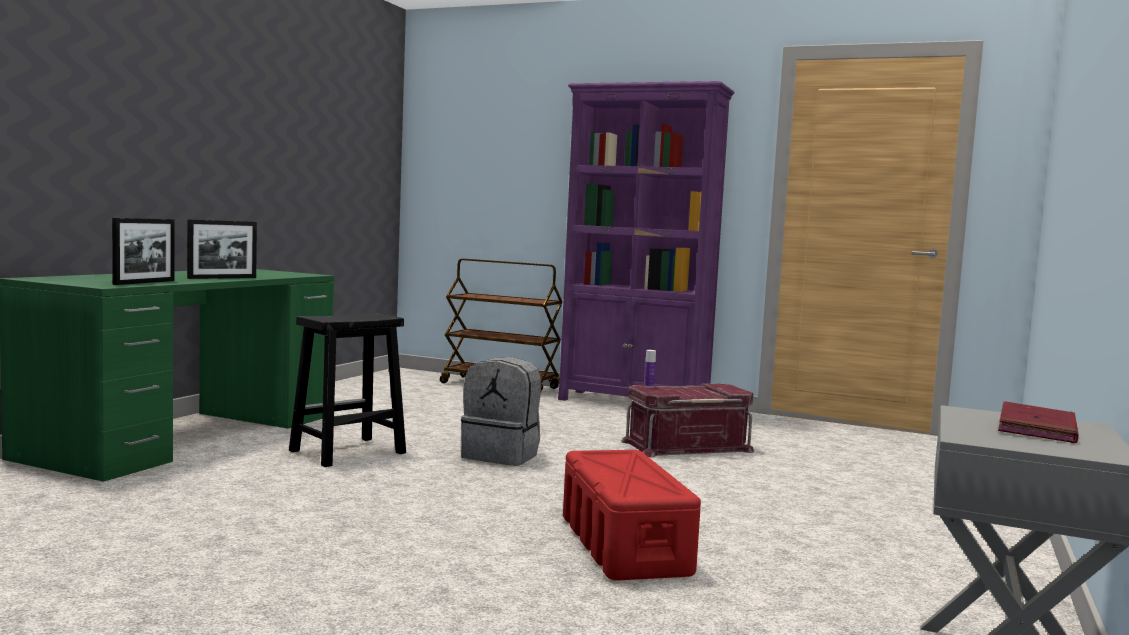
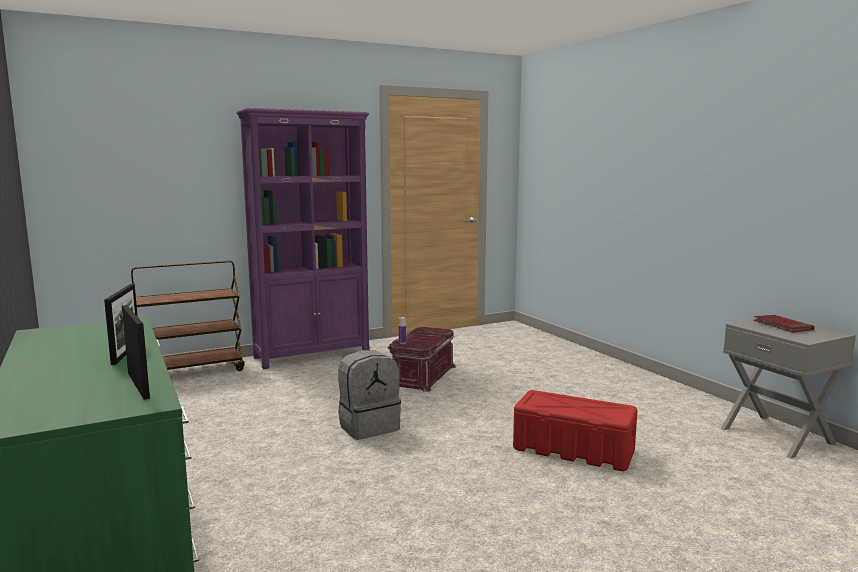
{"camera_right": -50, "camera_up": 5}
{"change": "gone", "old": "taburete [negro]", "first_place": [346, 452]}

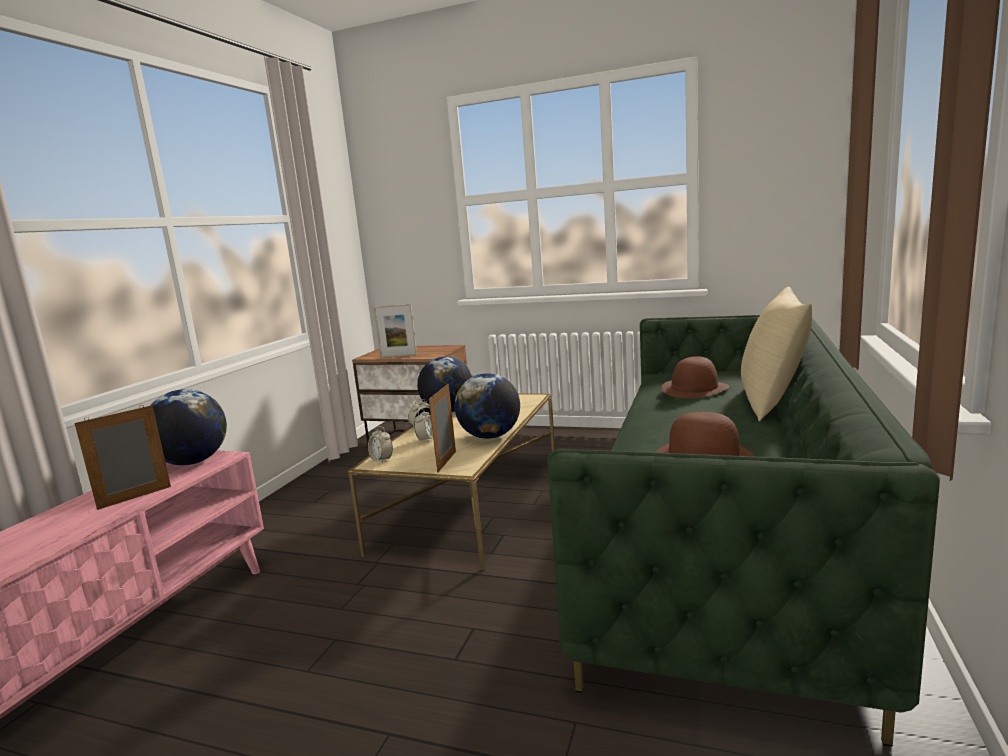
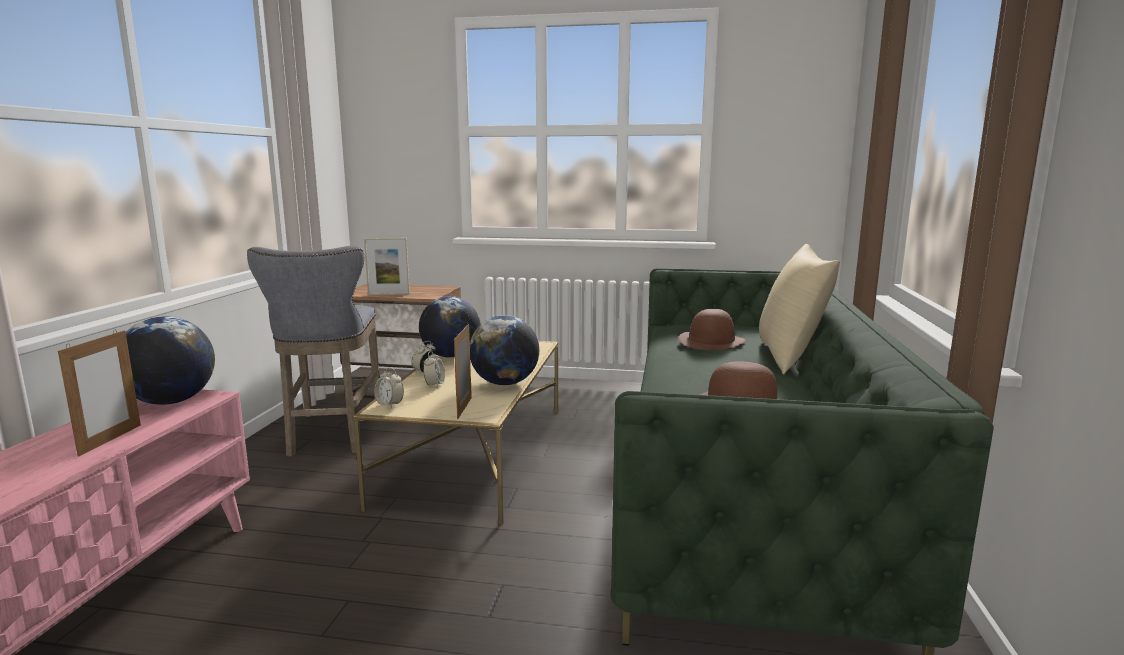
{"camera_right": -10, "camera_up": 0}
{"change": "rotated", "old": "portarretratos", "first_place": [135, 497], "second_place": [110, 440], "degrees": 150}
{"change": "new", "new": "taburete [gris]", "second_place": [332, 435]}

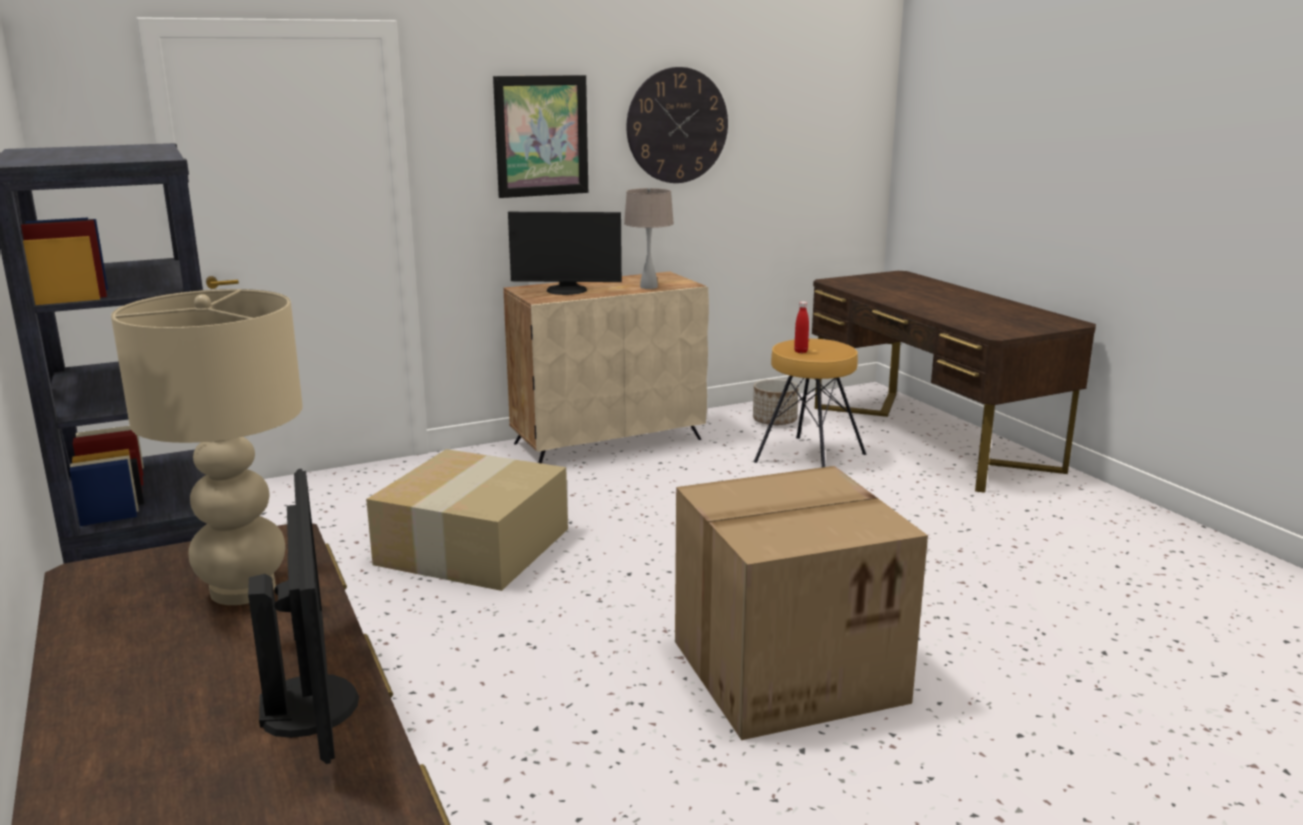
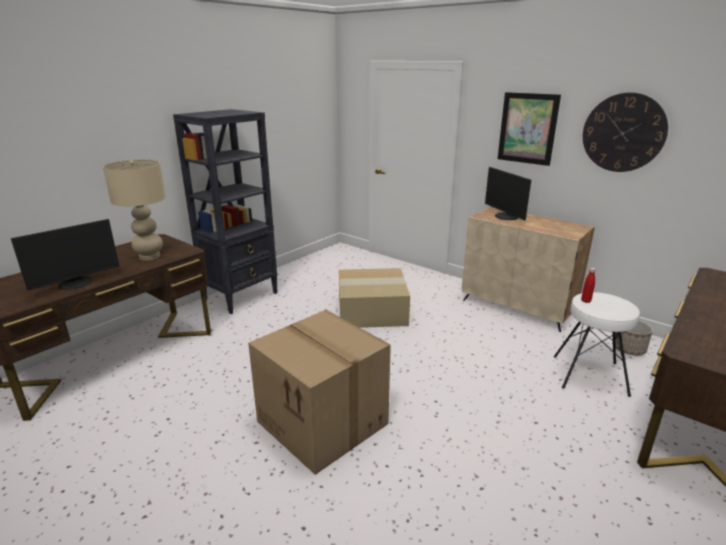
{"camera_right": 65, "camera_up": 5}
{"change": "gone", "old": "lámpara de mesa [beis]", "first_place": [649, 287]}
{"change": "repainted", "old": "taburete [marrón]", "new": "taburete [blanco]", "first_place": [809, 457], "second_place": [589, 374]}

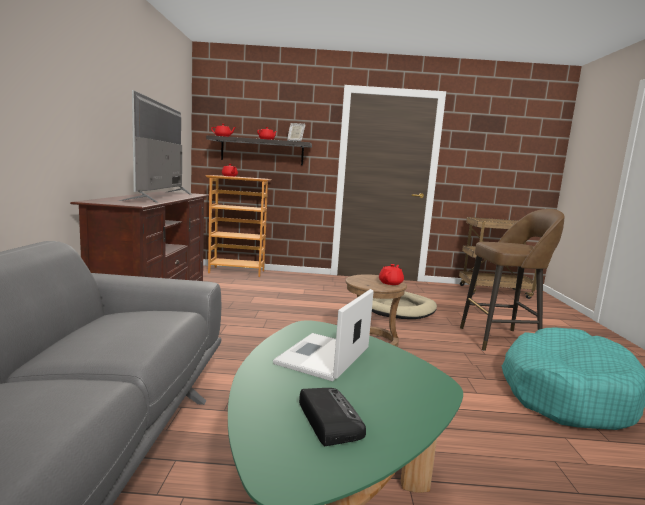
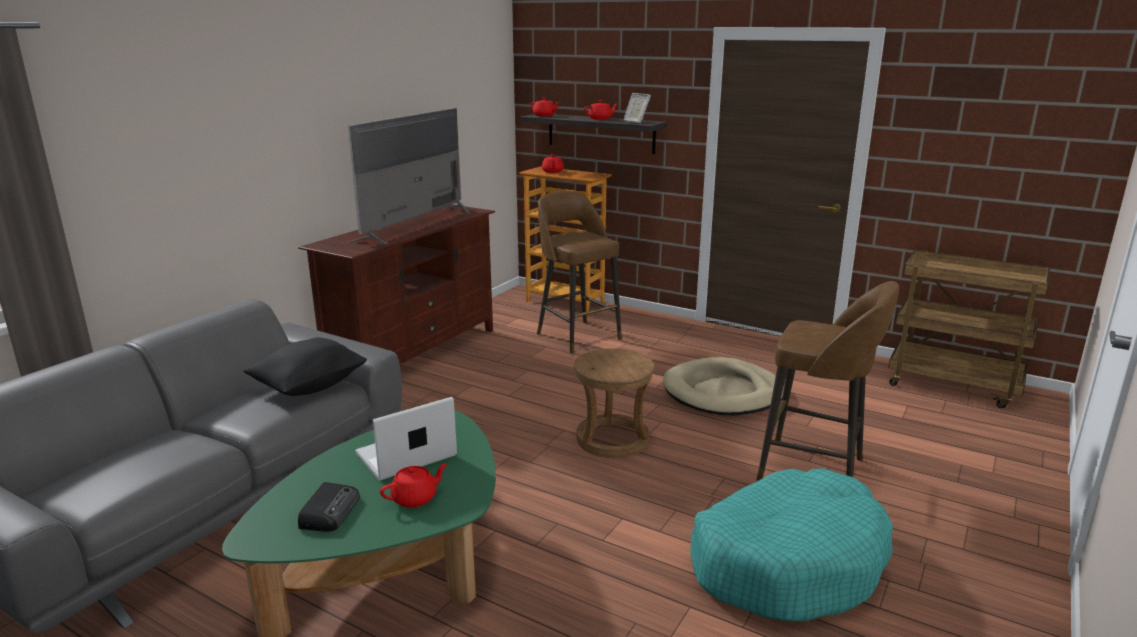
{"camera_right": 30, "camera_up": 10}
{"change": "shifted", "old": "tetera [rojo]", "first_place": [391, 283], "second_place": [415, 498]}
{"change": "new", "new": "taburete [marrón]", "second_place": [577, 336]}
{"change": "new", "new": "cojín [negro]", "second_place": [310, 387]}

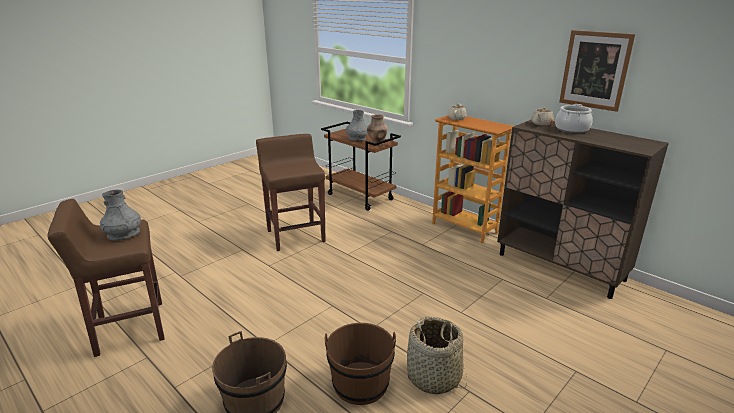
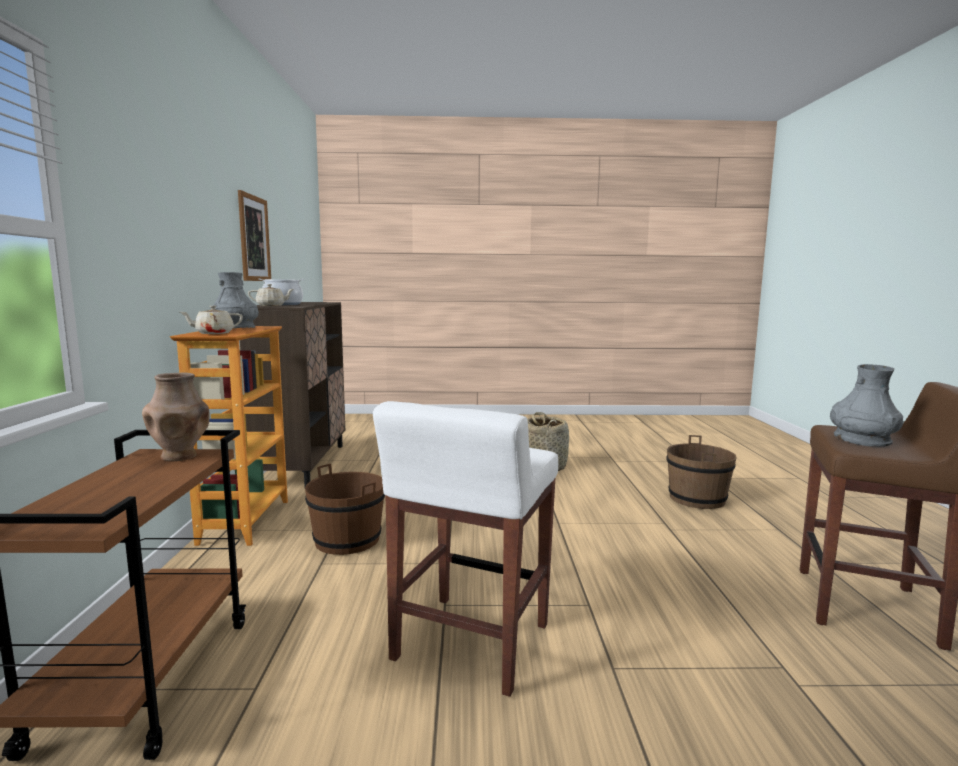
{"camera_right": -135, "camera_up": -15}
{"change": "shifted", "old": "florero [gris]", "first_place": [357, 138], "second_place": [236, 329]}
{"change": "repainted", "old": "taburete [marrón]", "new": "taburete [blanco]", "first_place": [295, 235], "second_place": [470, 643]}
{"change": "shifted", "old": "cubo [marrón]", "first_place": [360, 384], "second_place": [347, 540]}

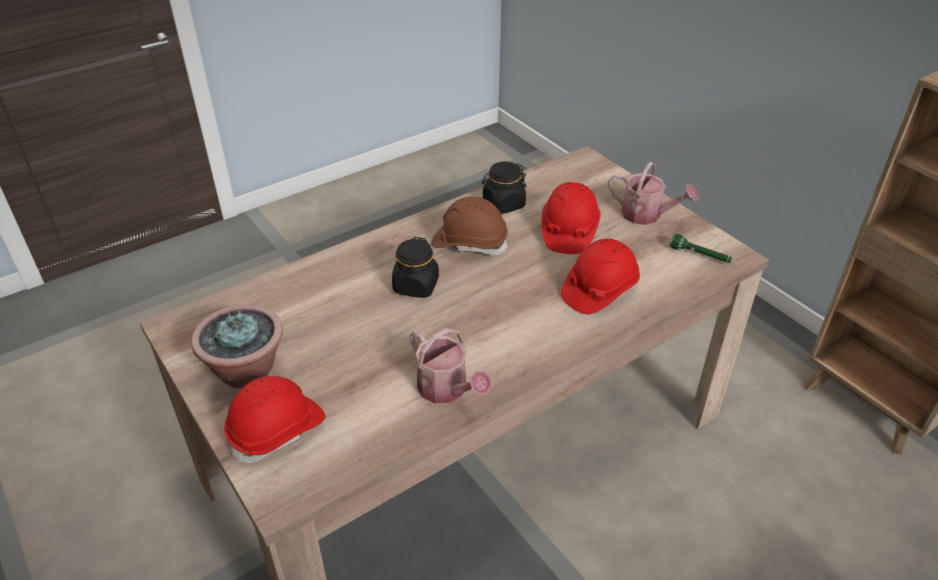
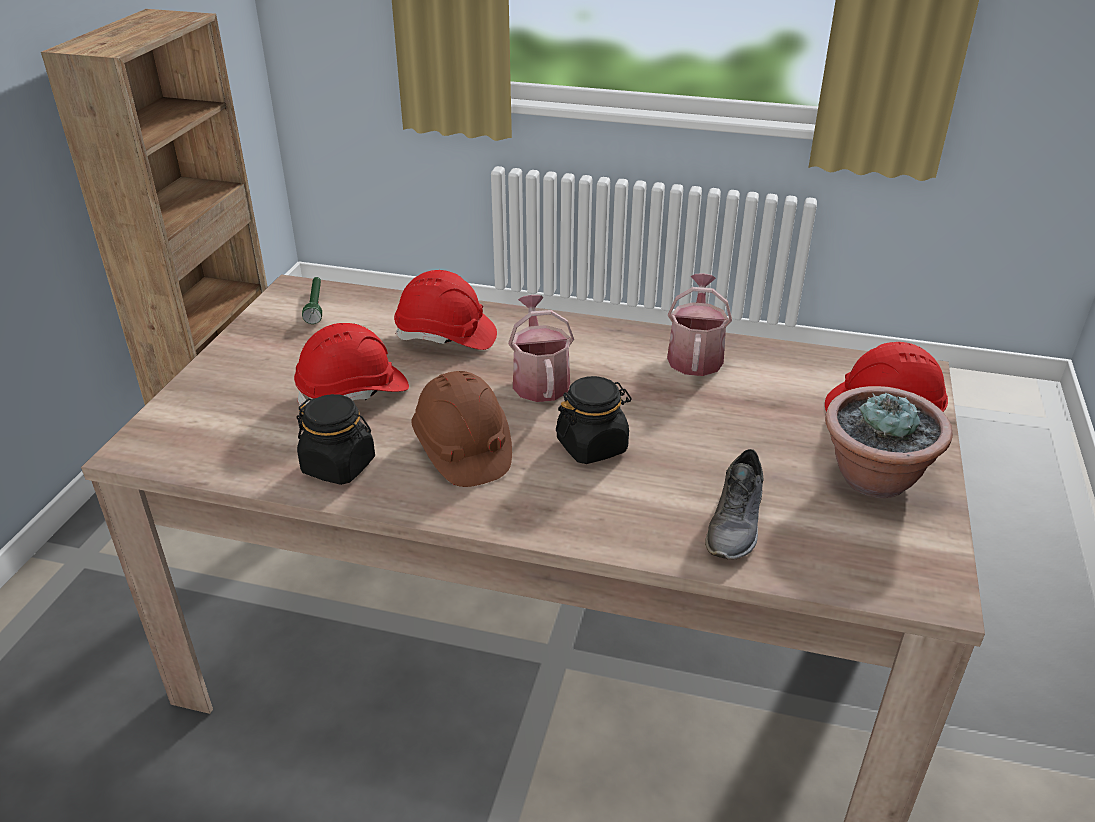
{"camera_right": -130, "camera_up": -5}
{"change": "shifted", "old": "regadera", "first_place": [647, 215], "second_place": [539, 380]}
{"change": "new", "new": "zapato [gris]", "second_place": [736, 523]}

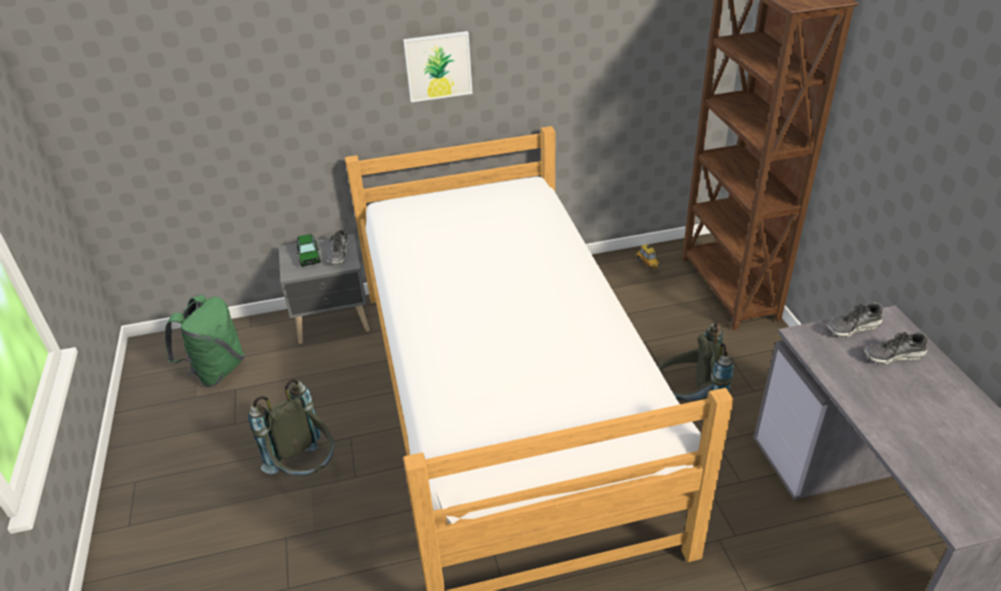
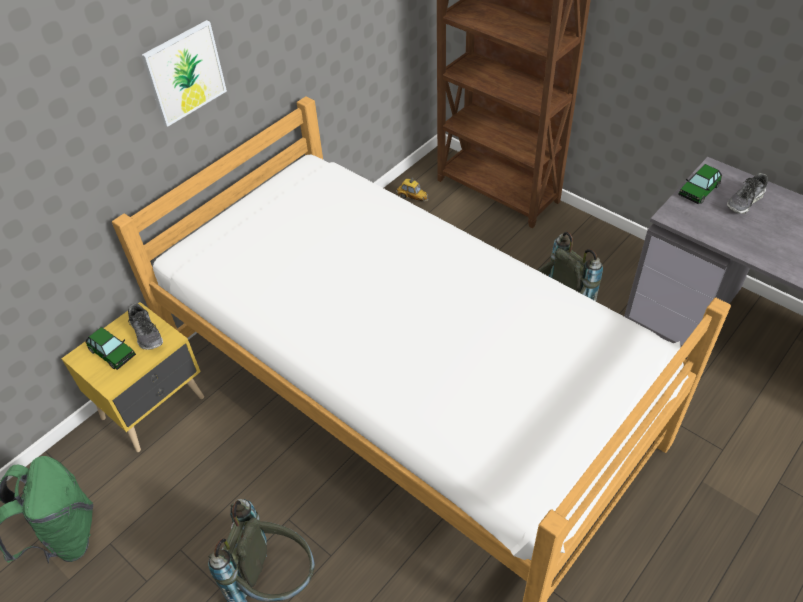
{"camera_right": -35, "camera_up": 10}
{"change": "repainted", "old": "mesita de noche [gris]", "new": "mesita de noche [amarillo]", "first_place": [334, 322], "second_place": [155, 408]}
{"change": "swapped", "old": "zapato", "new": "coche de juguete", "first_place": [853, 327], "second_place": [698, 190]}

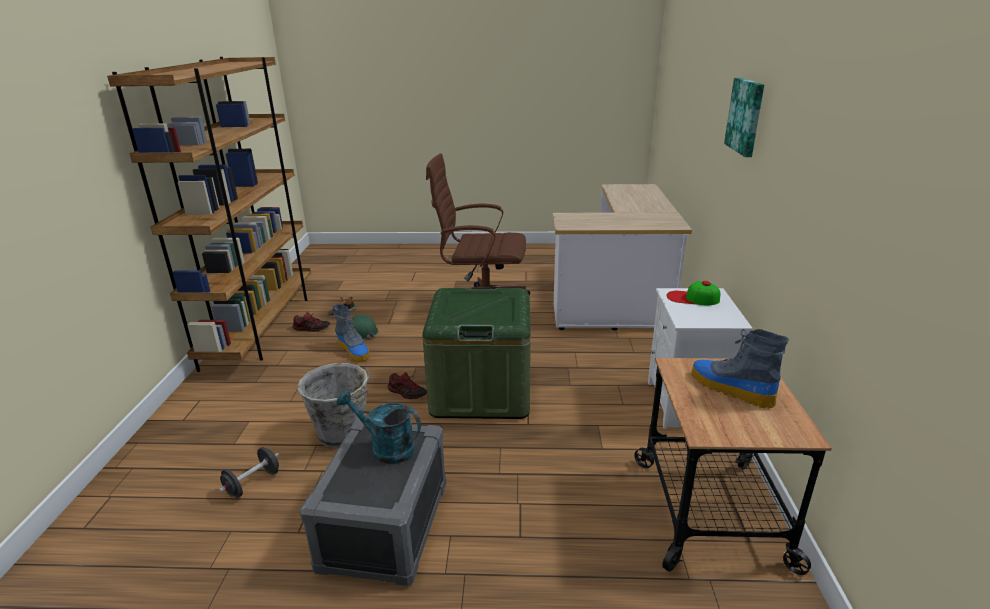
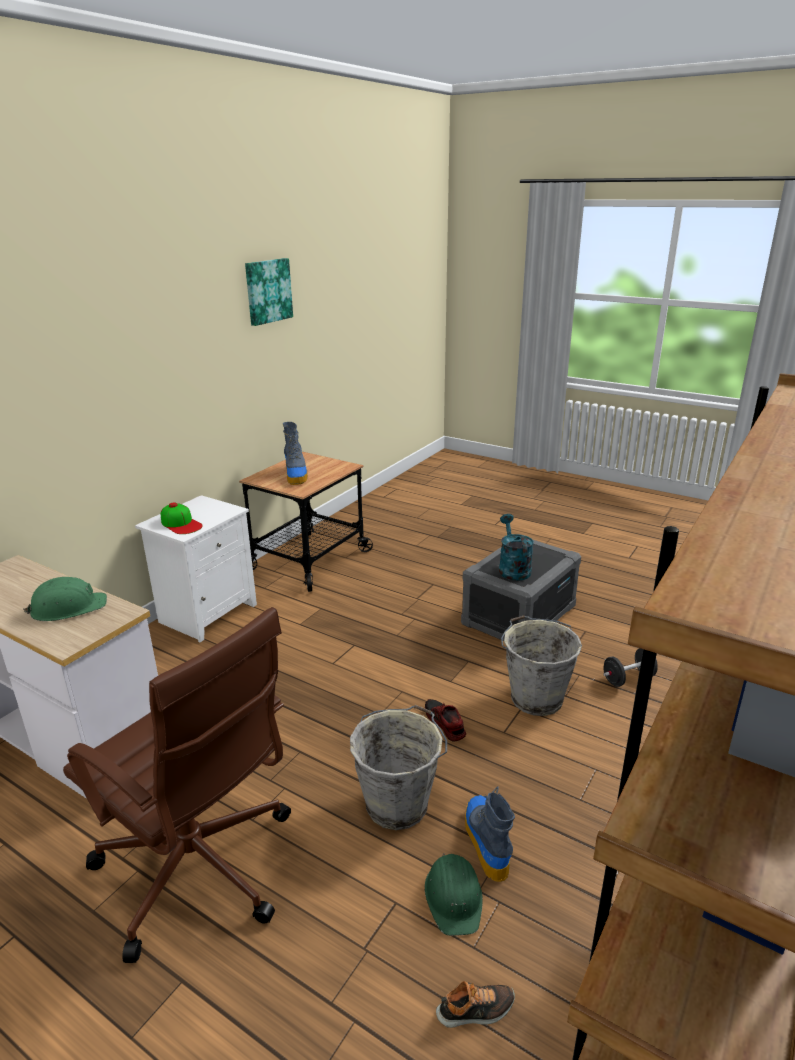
{"camera_right": -150, "camera_up": 0}
{"change": "shifted", "old": "cuadro", "first_place": [746, 116], "second_place": [267, 291]}
{"change": "gone", "old": "caja de almacenaje [verde]", "first_place": [481, 391]}
{"change": "gone", "old": "zapato", "first_place": [312, 328]}
{"change": "rotated", "old": "regadera [turquesa]", "first_place": [386, 448], "second_place": [512, 568], "degrees": -150}
{"change": "new", "new": "casco [verde]", "second_place": [68, 607]}
{"change": "new", "new": "cubo [gris]", "second_place": [398, 803]}

